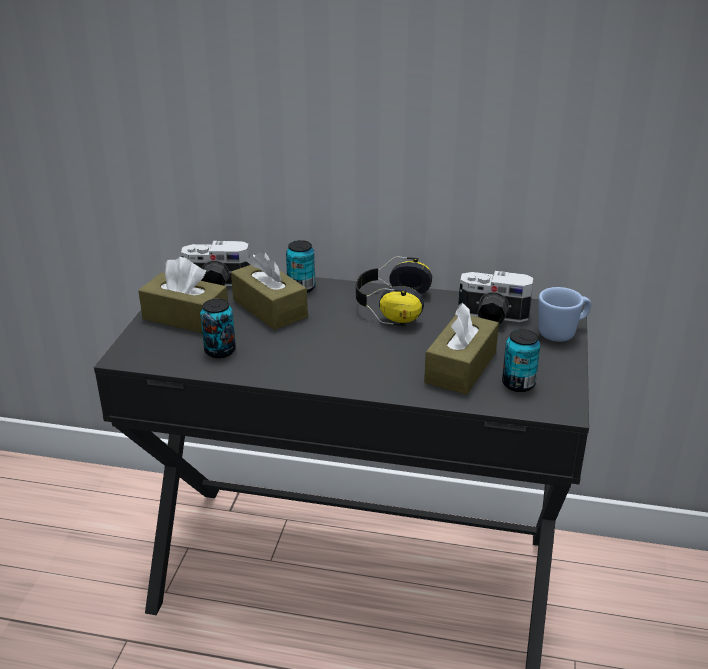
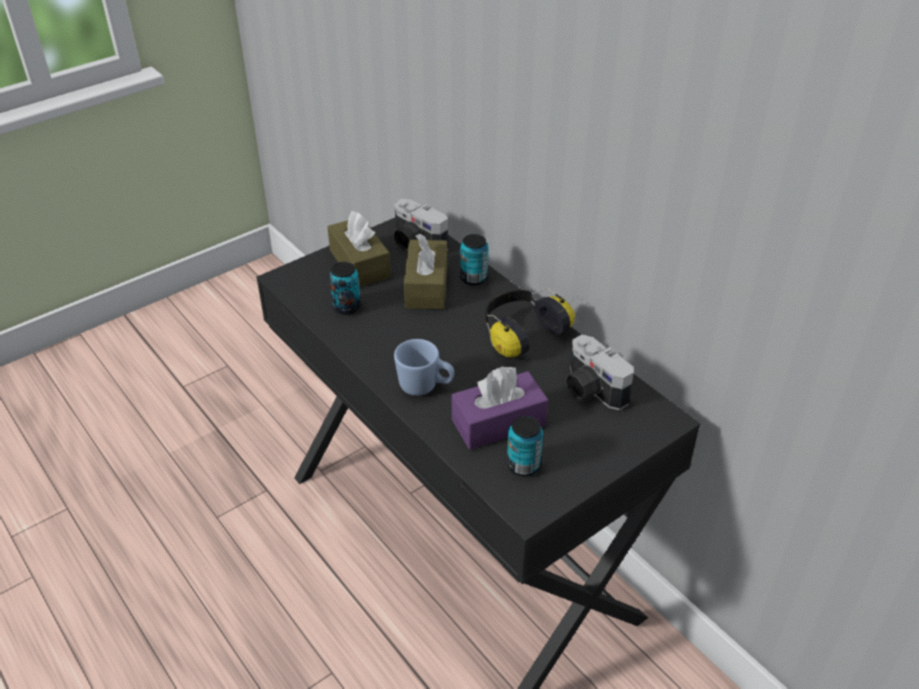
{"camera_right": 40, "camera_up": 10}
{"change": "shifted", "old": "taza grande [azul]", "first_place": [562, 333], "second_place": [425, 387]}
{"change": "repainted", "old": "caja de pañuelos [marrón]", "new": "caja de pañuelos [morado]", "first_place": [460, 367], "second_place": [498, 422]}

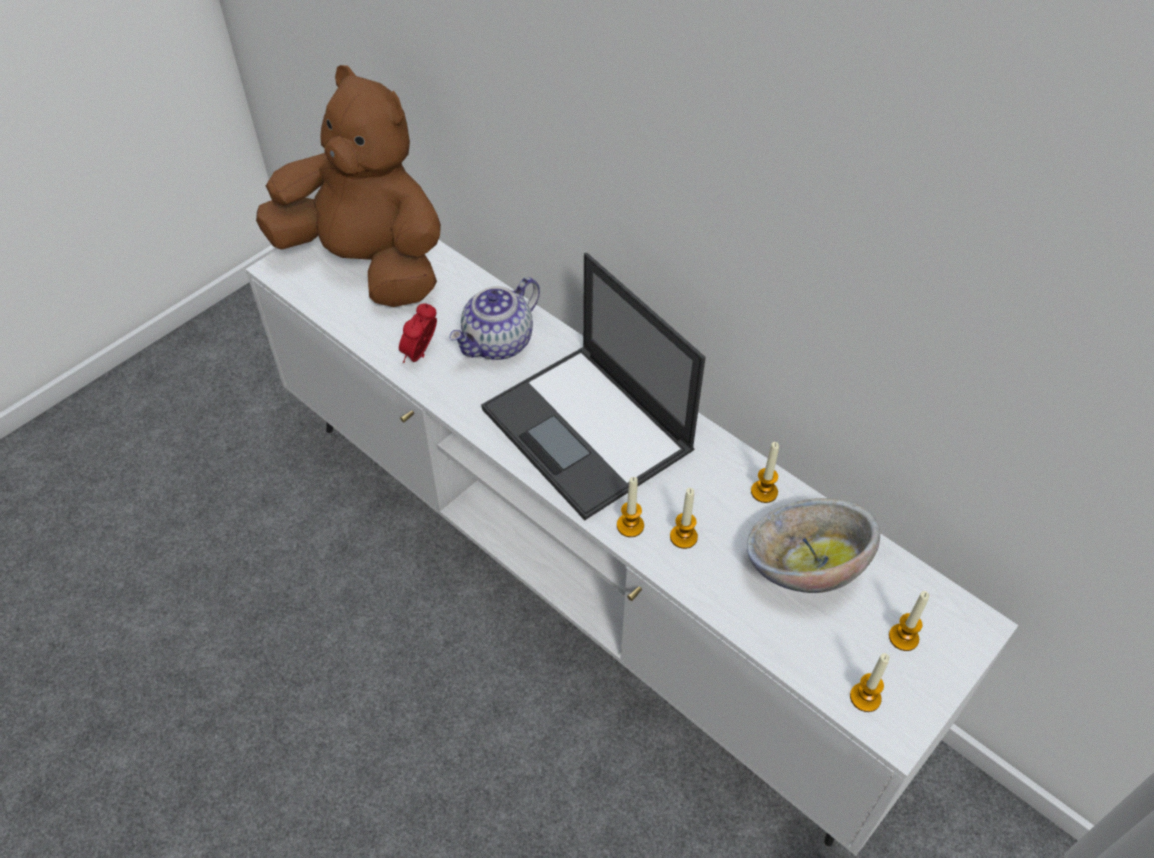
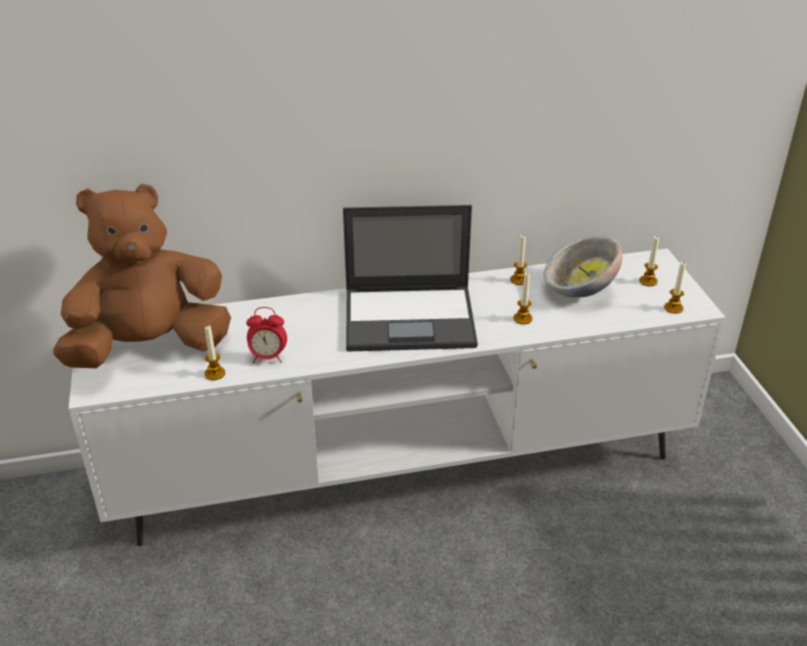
{"camera_right": -55, "camera_up": -15}
{"change": "gone", "old": "tetera", "first_place": [498, 343]}
{"change": "rotated", "old": "despertador", "first_place": [421, 355], "second_place": [268, 357], "degrees": -60}
{"change": "shifted", "old": "vela", "first_place": [630, 526], "second_place": [215, 373]}

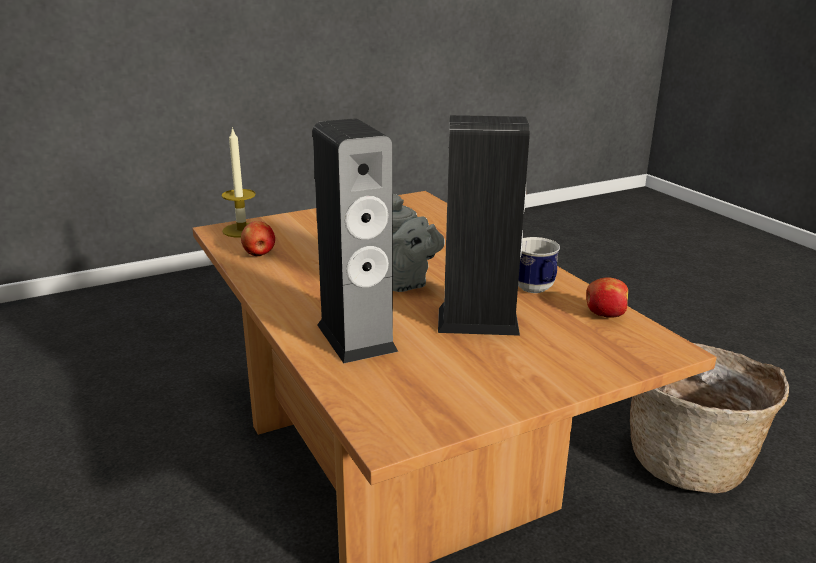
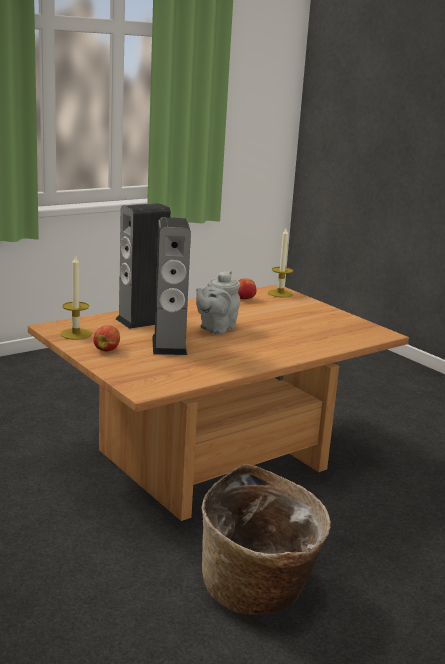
{"camera_right": 80, "camera_up": -5}
{"change": "gone", "old": "taza grande", "first_place": [536, 290]}
{"change": "shifted", "old": "manzana", "first_place": [604, 315], "second_place": [107, 350]}
{"change": "new", "new": "vela", "second_place": [75, 334]}

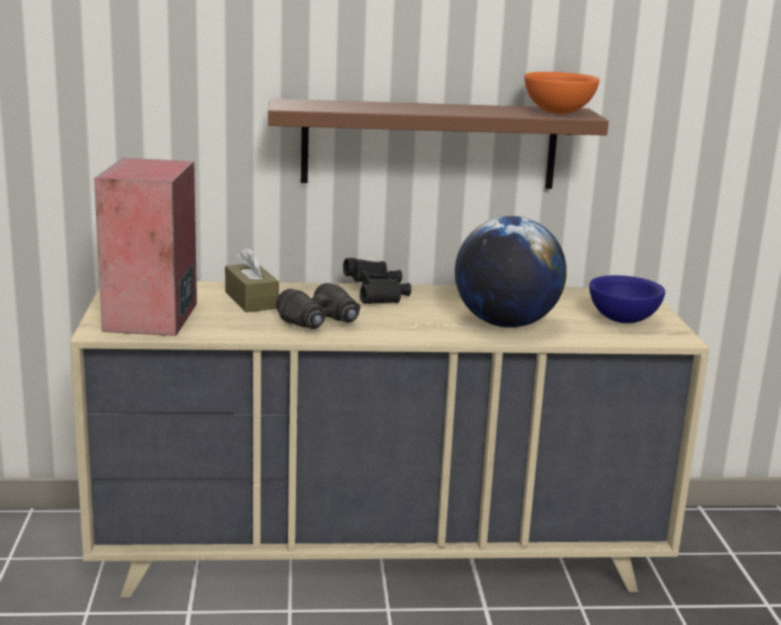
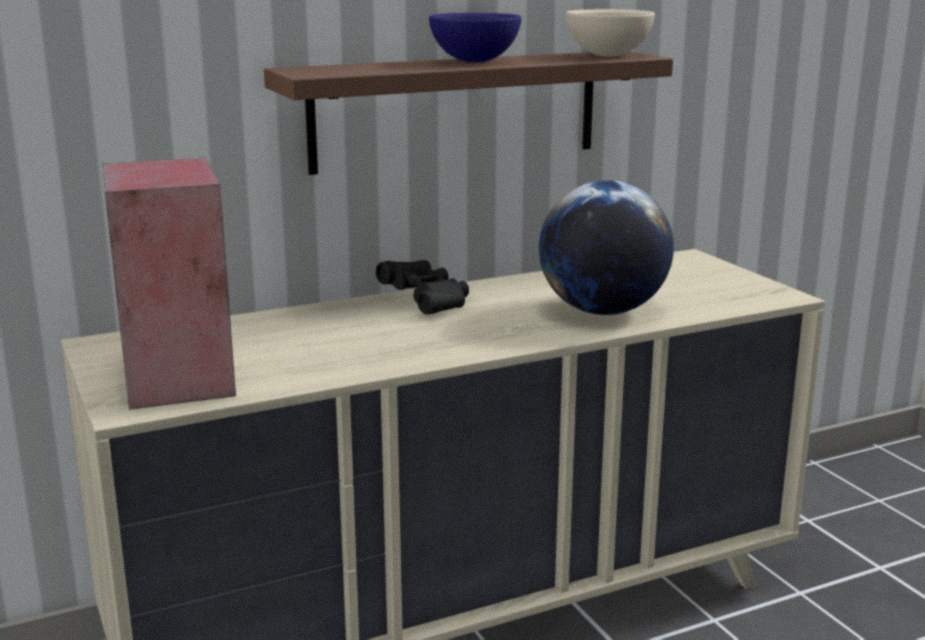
{"camera_right": -20, "camera_up": 0}
{"change": "repainted", "old": "cuenco [naranja]", "new": "cuenco [beis]", "first_place": [559, 112], "second_place": [609, 55]}
{"change": "gone", "old": "caja de pañuelos [marrón]", "first_place": [251, 300]}
{"change": "shifted", "old": "cuenco [azul]", "first_place": [624, 320], "second_place": [476, 61]}
{"change": "gone", "old": "prismáticos [negro]", "first_place": [320, 322]}

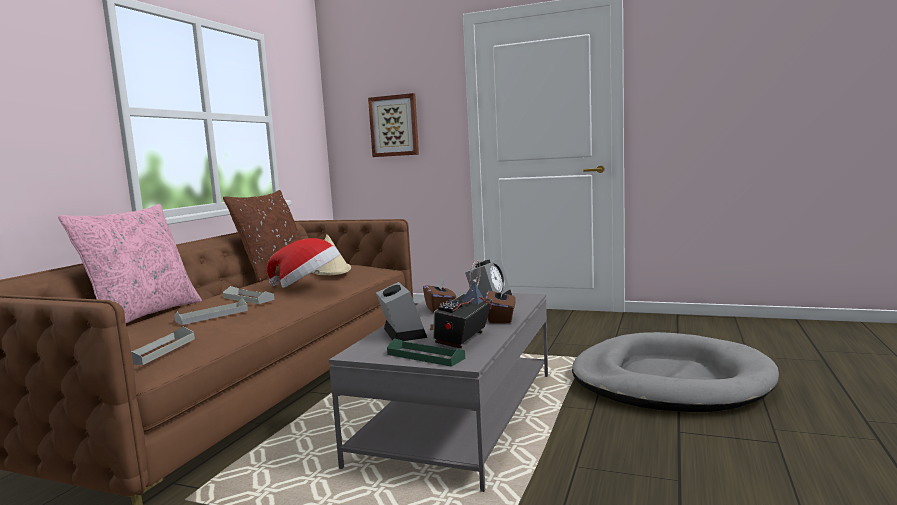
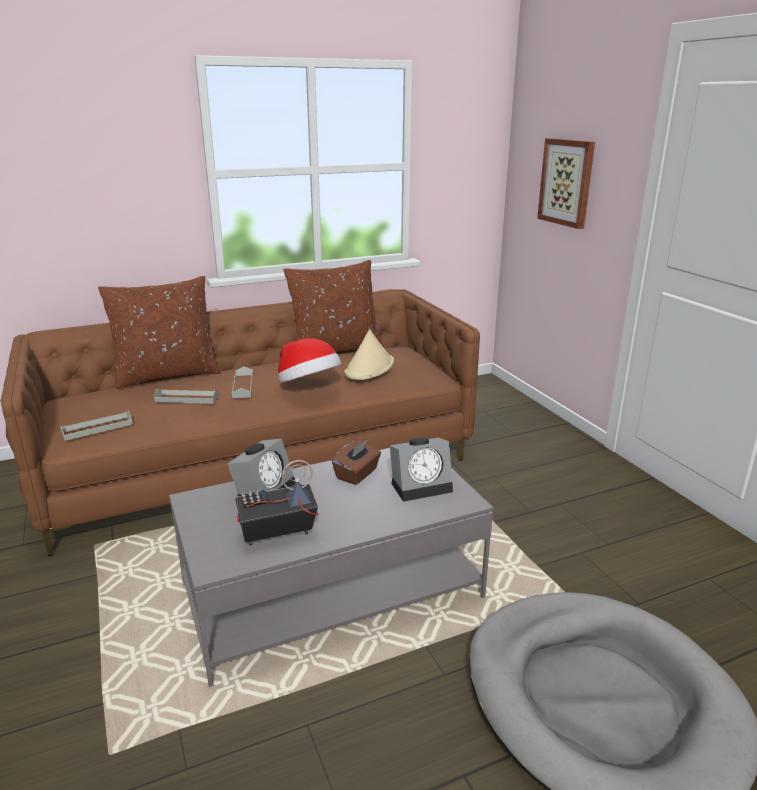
{"camera_right": 45, "camera_up": 15}
{"change": "repainted", "old": "cojín [rosa]", "new": "cojín [marrón]", "first_place": [143, 315], "second_place": [167, 375]}
{"change": "gone", "old": "caja de pañuelos [marrón]", "first_place": [501, 318]}
{"change": "gone", "old": "bandeja [verde]", "first_place": [425, 356]}

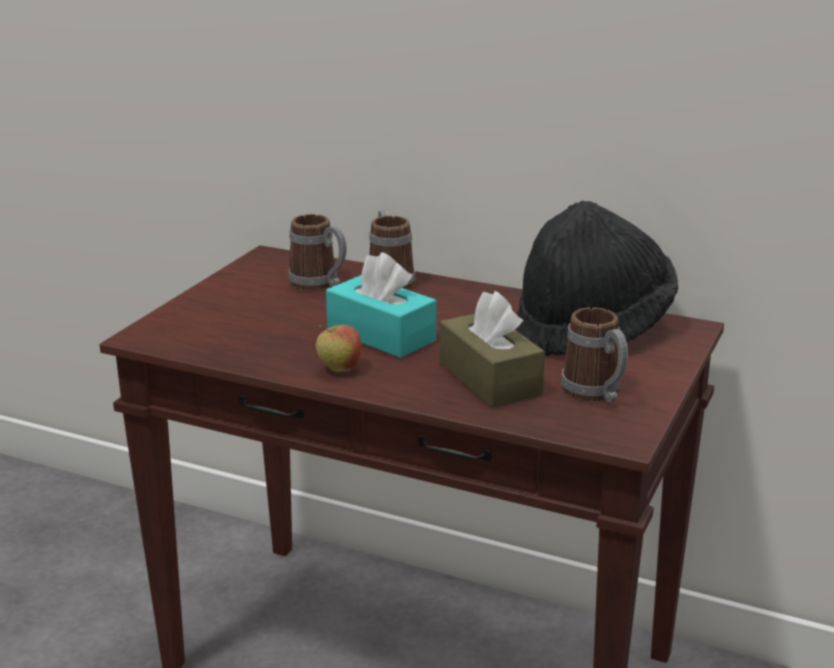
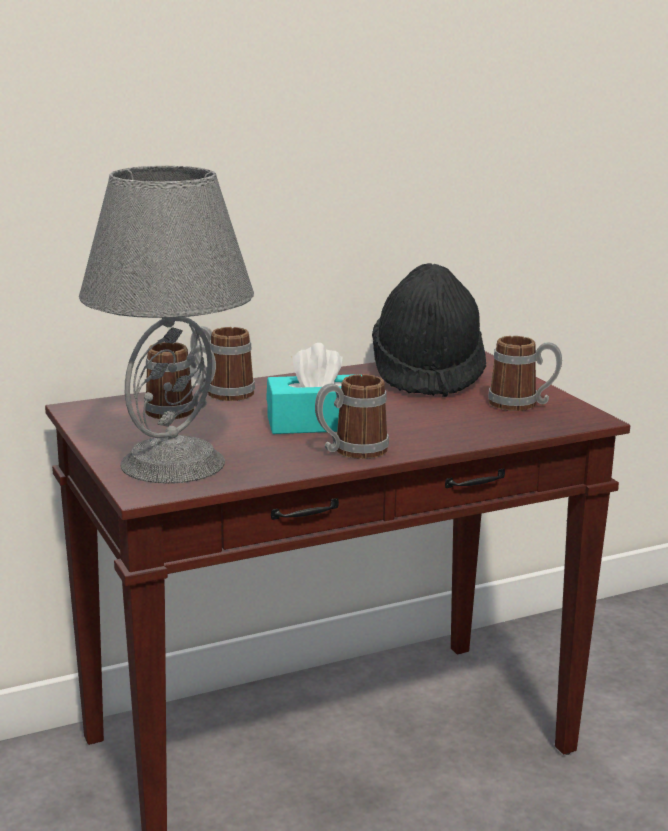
{"camera_right": -50, "camera_up": -5}
{"change": "gone", "old": "caja de pañuelos [marrón]", "first_place": [489, 378]}
{"change": "swapped", "old": "manzana", "new": "taza grande", "first_place": [339, 369], "second_place": [351, 451]}
{"change": "new", "new": "lámpara de mesa [gris]", "second_place": [172, 462]}

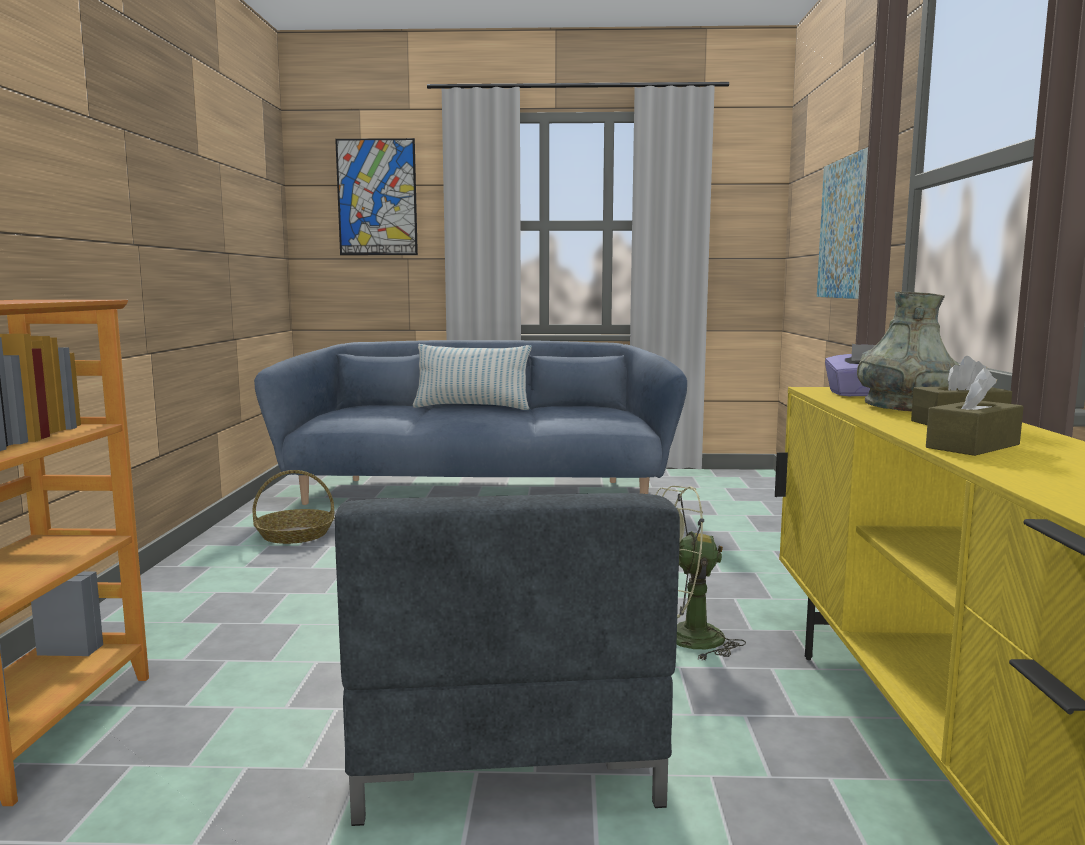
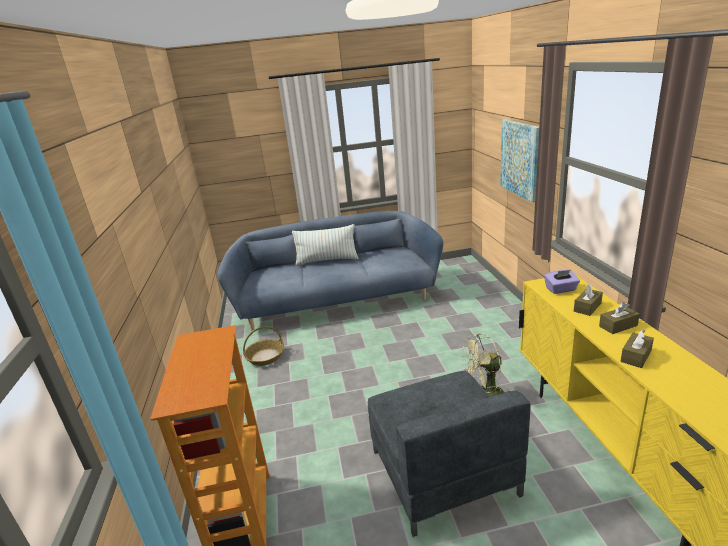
{"camera_right": -10, "camera_up": 15}
{"change": "gone", "old": "cuadro", "first_place": [377, 197]}
{"change": "swapped", "old": "florero [gris]", "new": "caja de pañuelos [marrón]", "first_place": [903, 408], "second_place": [587, 307]}

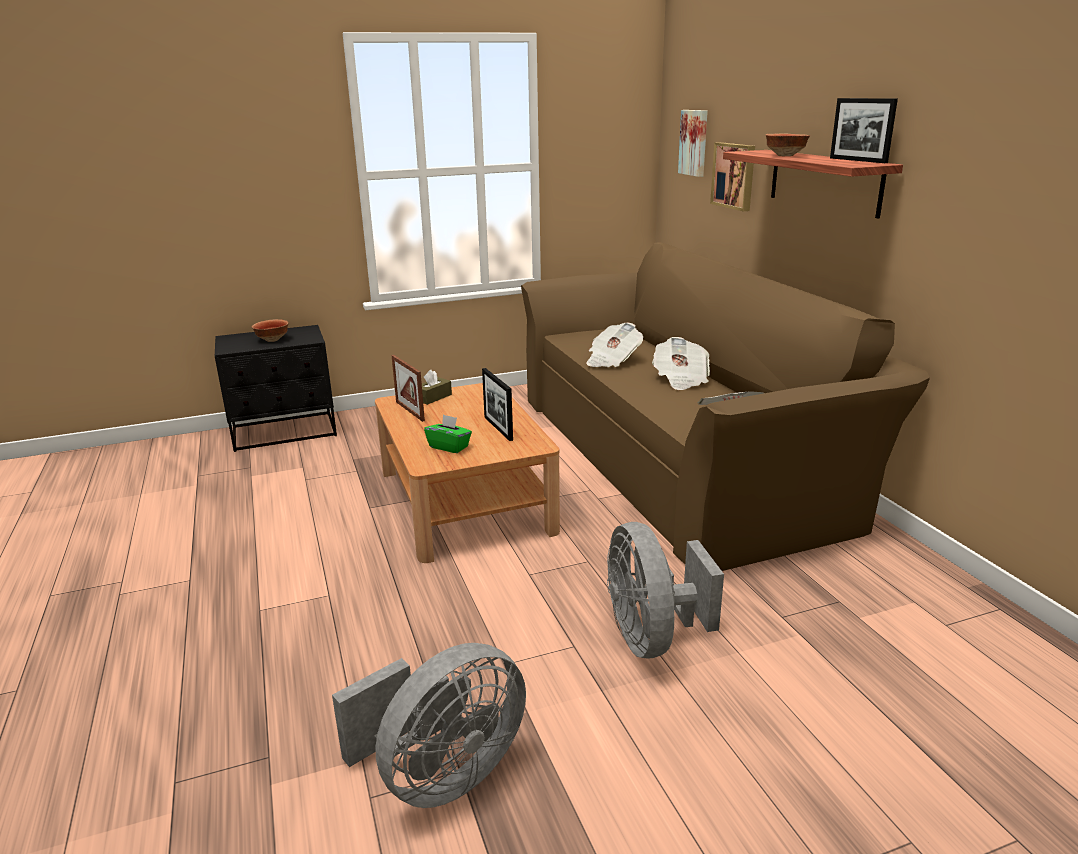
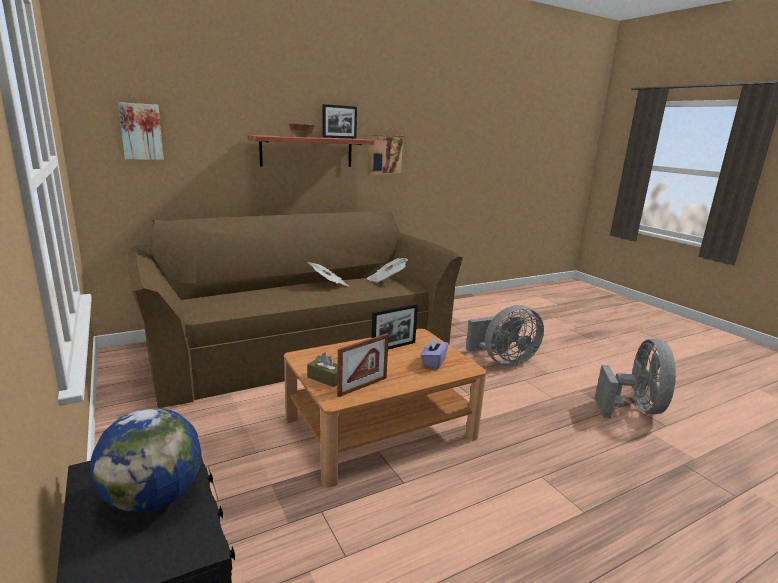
{"camera_right": -100, "camera_up": -5}
{"change": "shifted", "old": "cuadro", "first_place": [734, 176], "second_place": [385, 155]}
{"change": "swapped", "old": "cuenco", "new": "globo terráqueo", "first_place": [272, 340], "second_place": [153, 498]}
{"change": "gone", "old": "periódico", "first_place": [612, 360]}
{"change": "repainted", "old": "caja de pañuelos [verde]", "new": "caja de pañuelos [morado]", "first_place": [449, 447], "second_place": [433, 362]}
{"change": "rotated", "old": "ventilador [gris]", "first_place": [442, 776], "second_place": [635, 408], "degrees": 60}

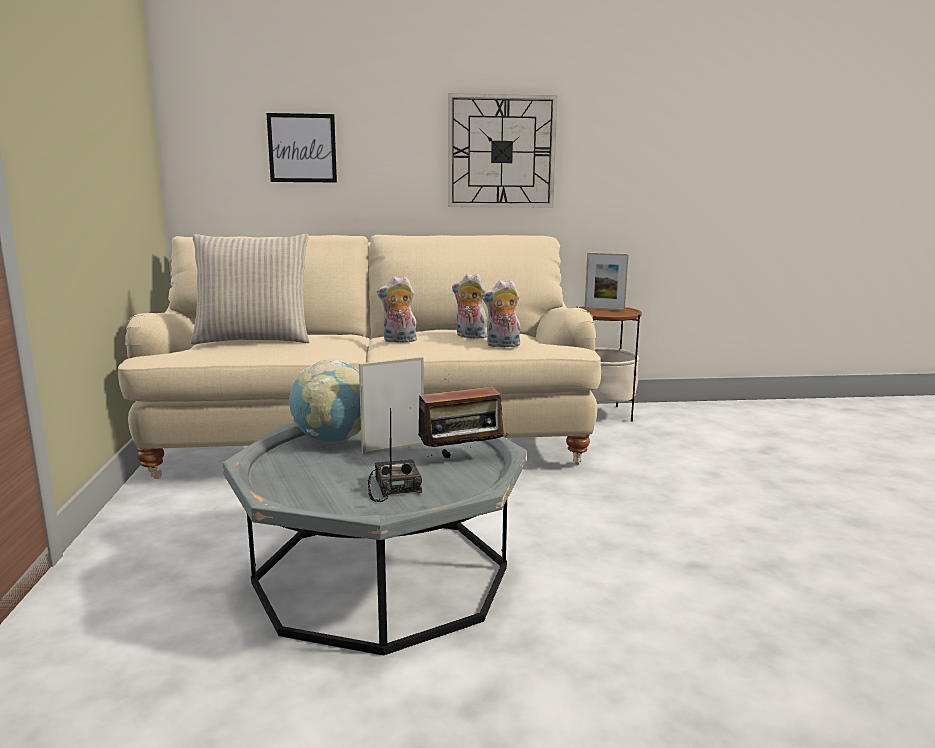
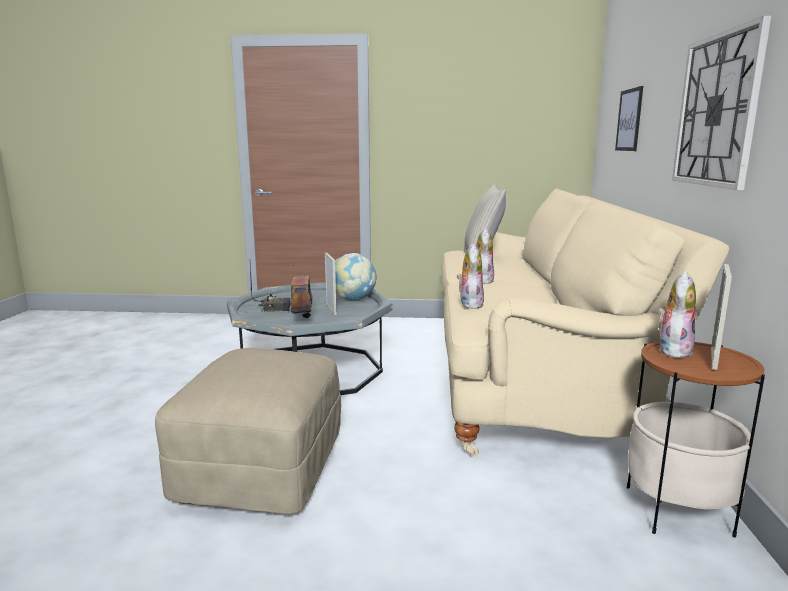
{"camera_right": 100, "camera_up": 0}
{"change": "shifted", "old": "peluche", "first_place": [469, 336], "second_place": [672, 350]}
{"change": "new", "new": "puf [beis]", "second_place": [261, 466]}

